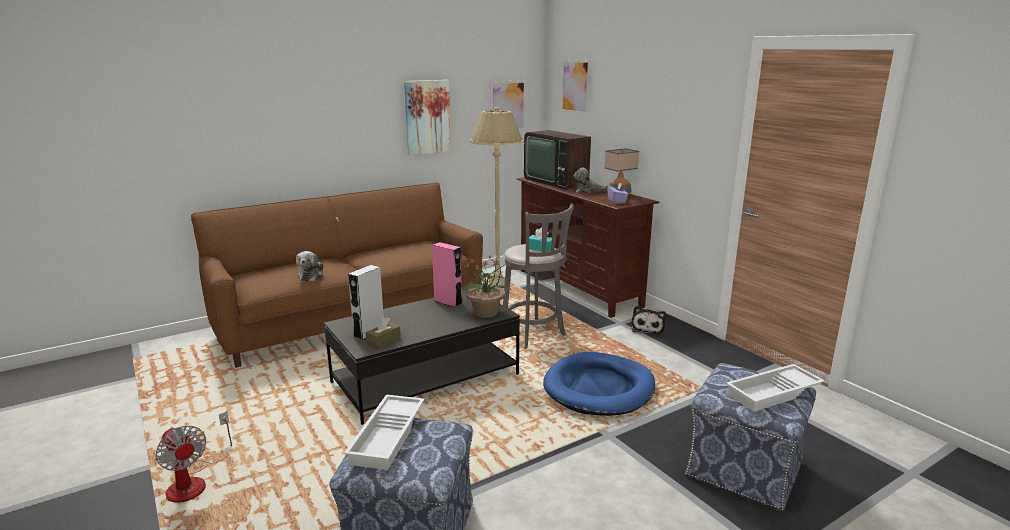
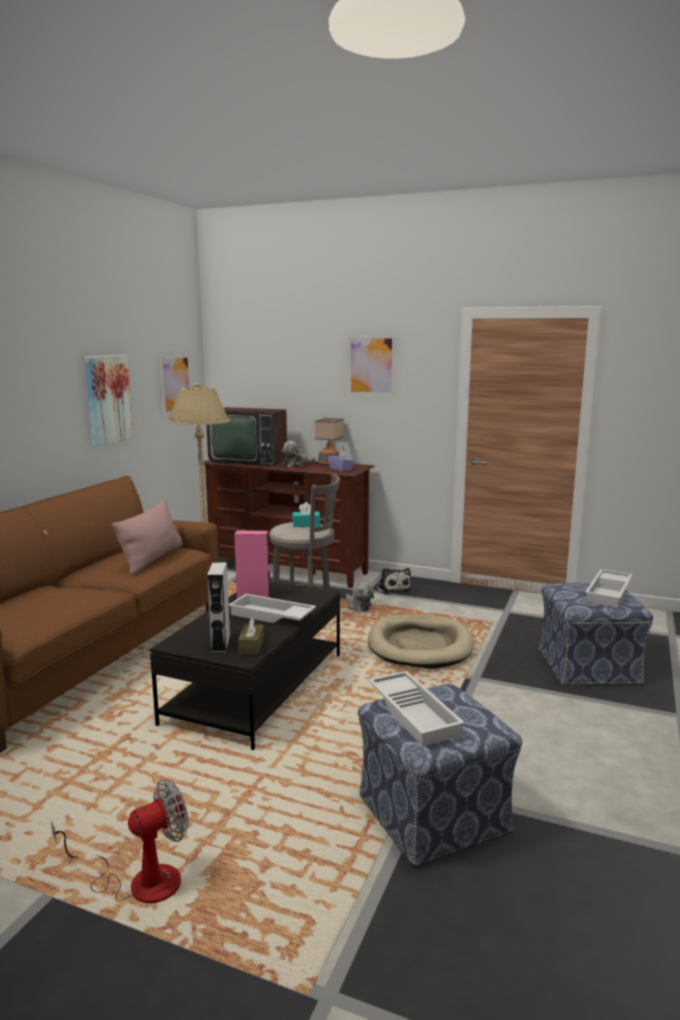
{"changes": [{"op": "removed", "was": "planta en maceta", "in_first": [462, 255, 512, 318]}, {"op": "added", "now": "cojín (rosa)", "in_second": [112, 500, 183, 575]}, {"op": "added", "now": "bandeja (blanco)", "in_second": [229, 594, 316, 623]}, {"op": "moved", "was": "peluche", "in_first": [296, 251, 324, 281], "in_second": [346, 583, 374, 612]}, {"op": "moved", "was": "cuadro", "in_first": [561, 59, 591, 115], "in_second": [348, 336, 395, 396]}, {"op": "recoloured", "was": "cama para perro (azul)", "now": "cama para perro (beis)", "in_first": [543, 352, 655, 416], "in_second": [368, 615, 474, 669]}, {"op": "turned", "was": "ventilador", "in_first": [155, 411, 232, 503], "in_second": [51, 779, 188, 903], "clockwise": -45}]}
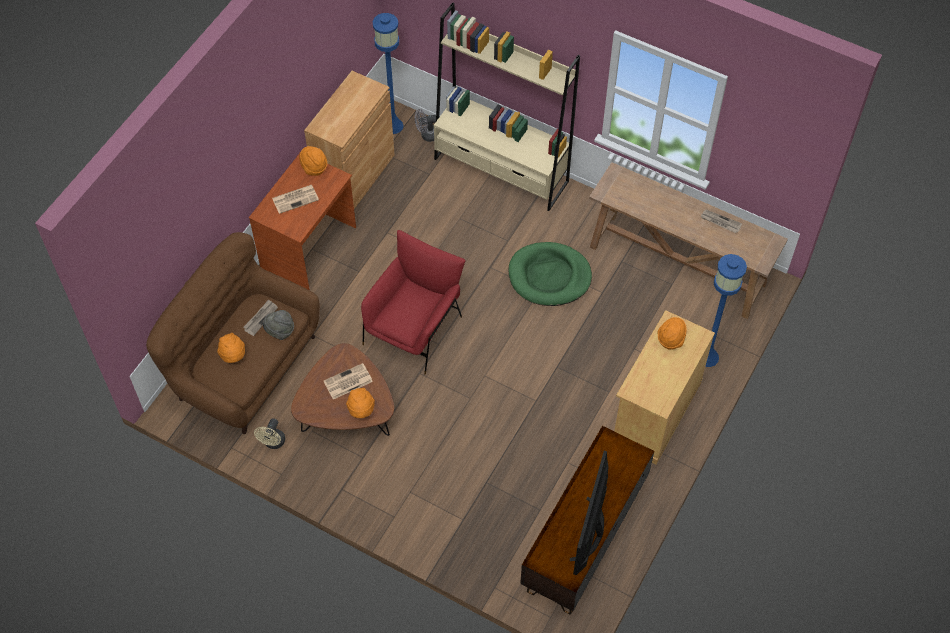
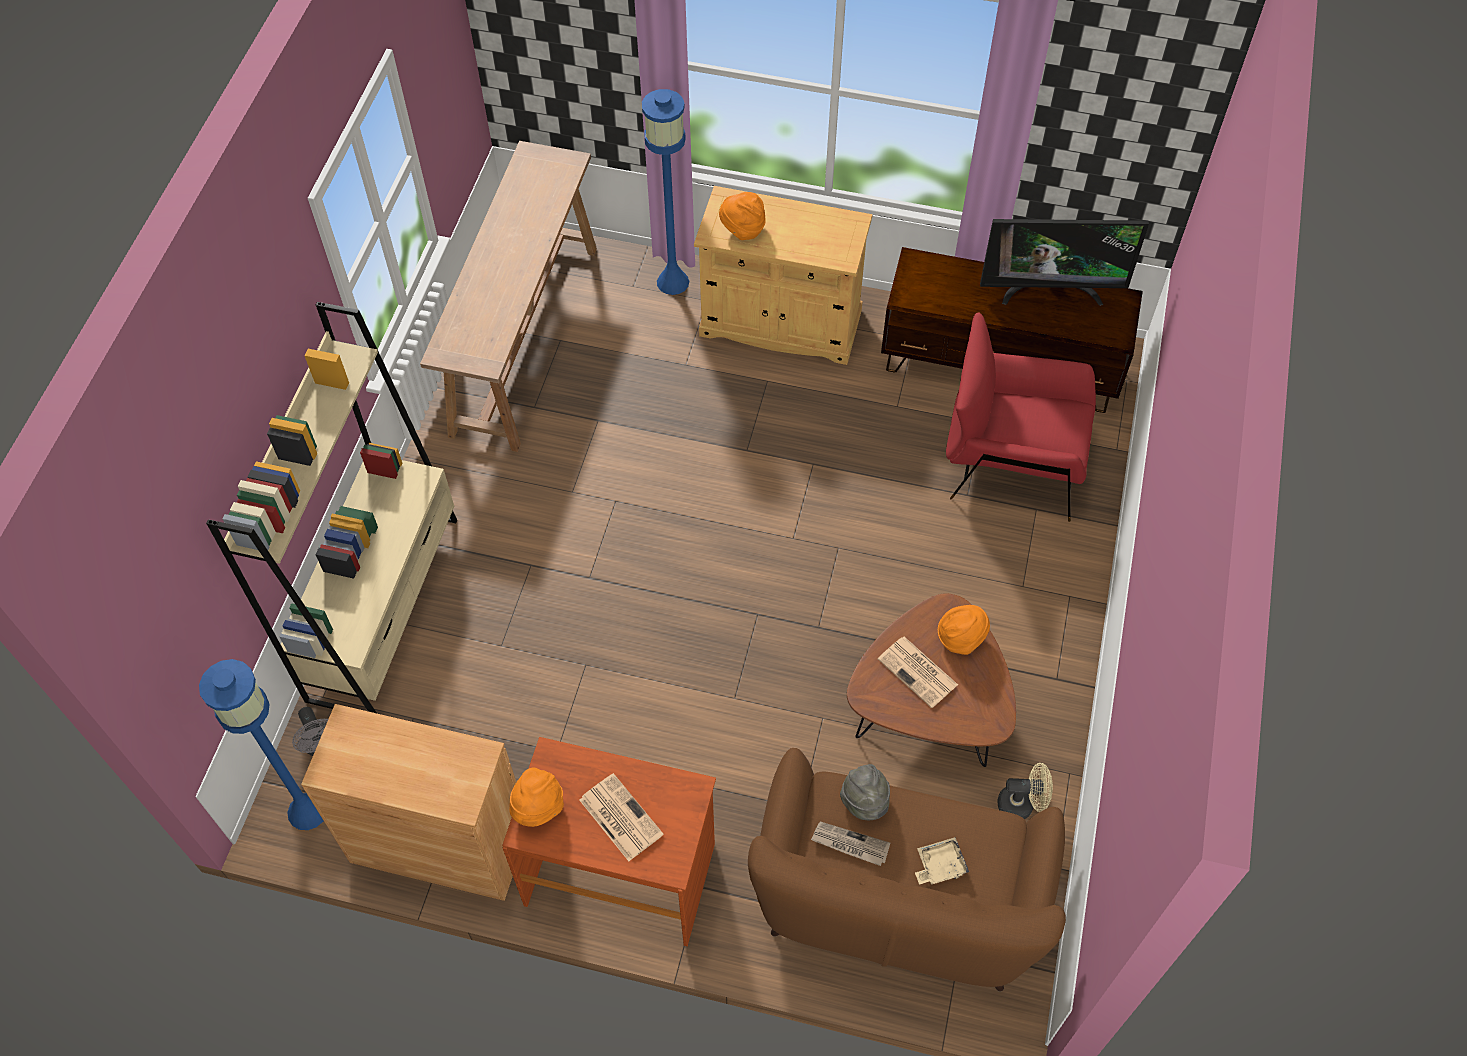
{"changes": [{"op": "removed", "was": "cama para perro (verde)", "in_first": [508, 242, 592, 306]}, {"op": "removed", "was": "periódico", "in_first": [700, 210, 742, 233]}, {"op": "moved", "was": "sillón (rojo)", "in_first": [361, 230, 465, 375], "in_second": [946, 312, 1096, 522]}, {"op": "replaced", "was": "sombrero (naranja)", "now": "bandeja (beis)", "in_first": [217, 333, 245, 363], "in_second": [915, 837, 969, 885]}]}
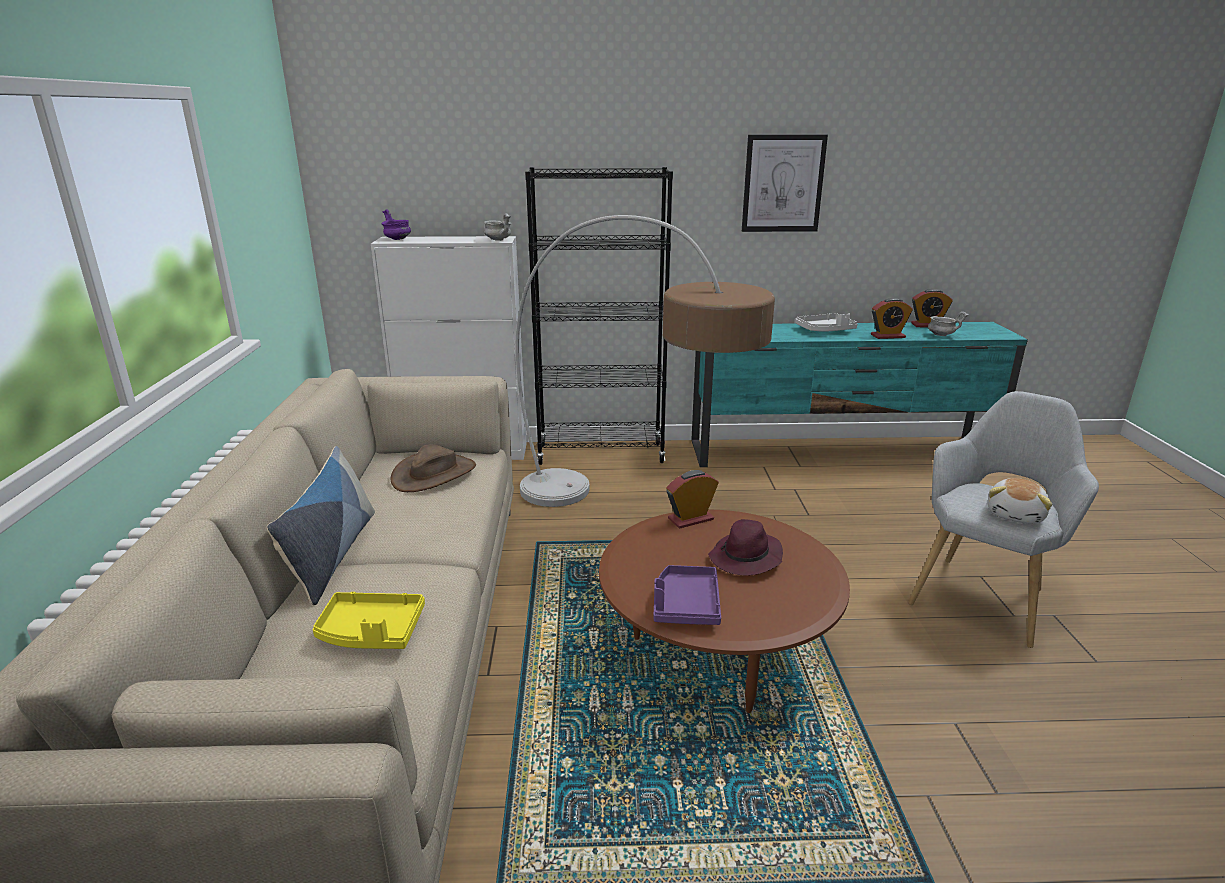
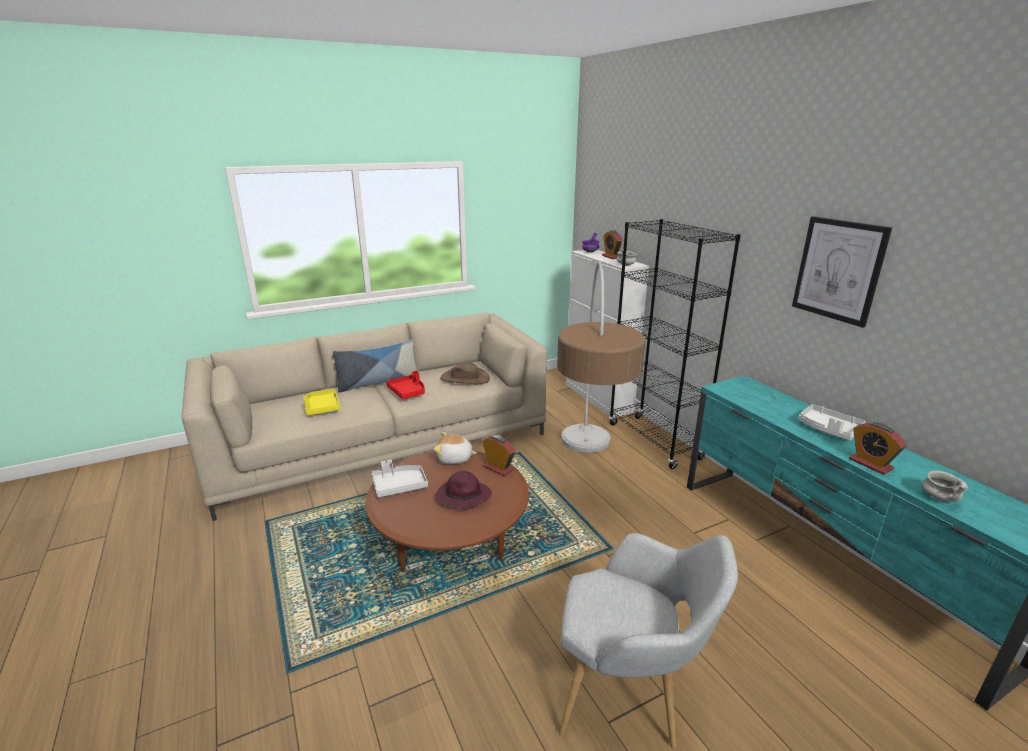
{"changes": [{"op": "added", "now": "bandeja (rojo)", "in_second": [386, 371, 425, 399]}, {"op": "moved", "was": "despertador", "in_first": [911, 289, 952, 327], "in_second": [602, 230, 623, 259]}, {"op": "moved", "was": "peluche", "in_first": [988, 478, 1052, 524], "in_second": [434, 432, 477, 464]}, {"op": "recoloured", "was": "bandeja (morado)", "now": "bandeja (gris)", "in_first": [654, 565, 721, 625], "in_second": [372, 460, 428, 497]}]}
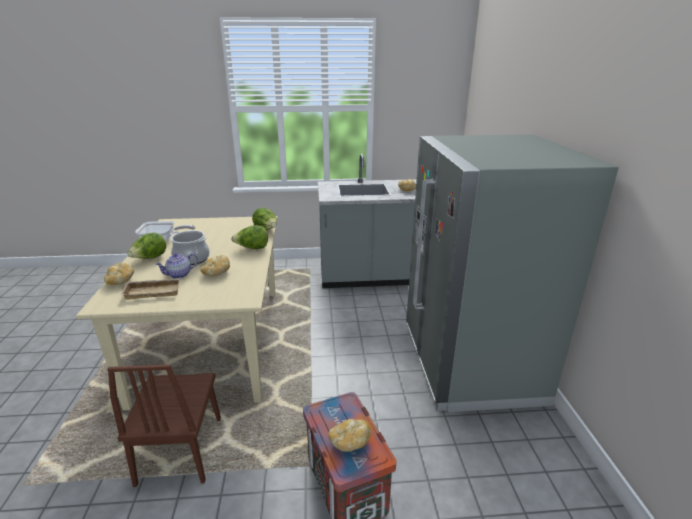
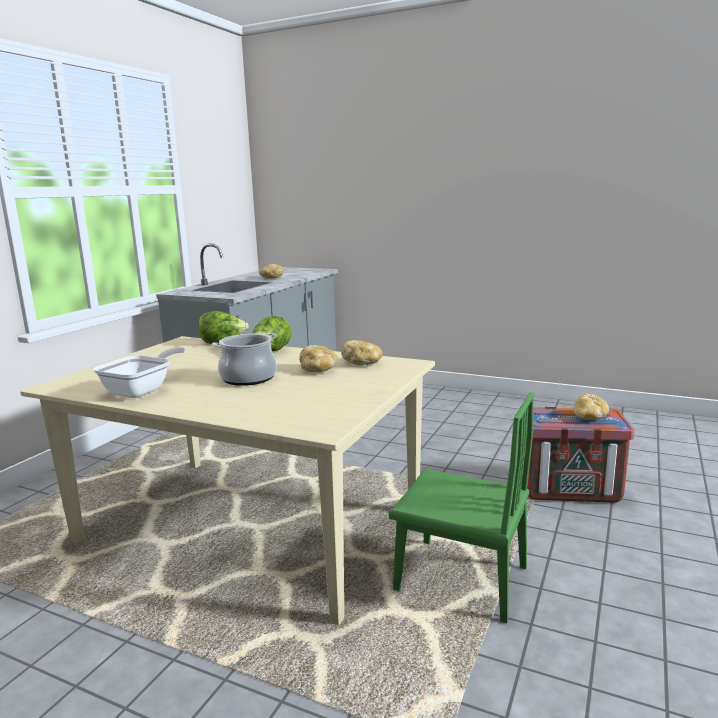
{"changes": [{"op": "removed", "was": "bandeja (beis)", "in_first": [121, 278, 181, 300]}, {"op": "removed", "was": "lechuga", "in_first": [127, 233, 166, 259]}, {"op": "removed", "was": "tetera", "in_first": [155, 253, 198, 279]}, {"op": "removed", "was": "nevera (gris)", "in_first": [406, 134, 619, 412]}, {"op": "moved", "was": "pan", "in_first": [104, 262, 134, 285], "in_second": [341, 340, 382, 365]}, {"op": "recoloured", "was": "silla (marrón)", "now": "silla (verde)", "in_first": [107, 364, 221, 487], "in_second": [389, 392, 534, 623]}]}
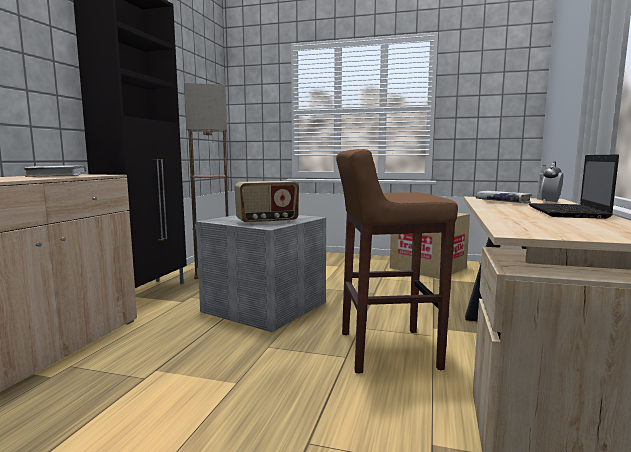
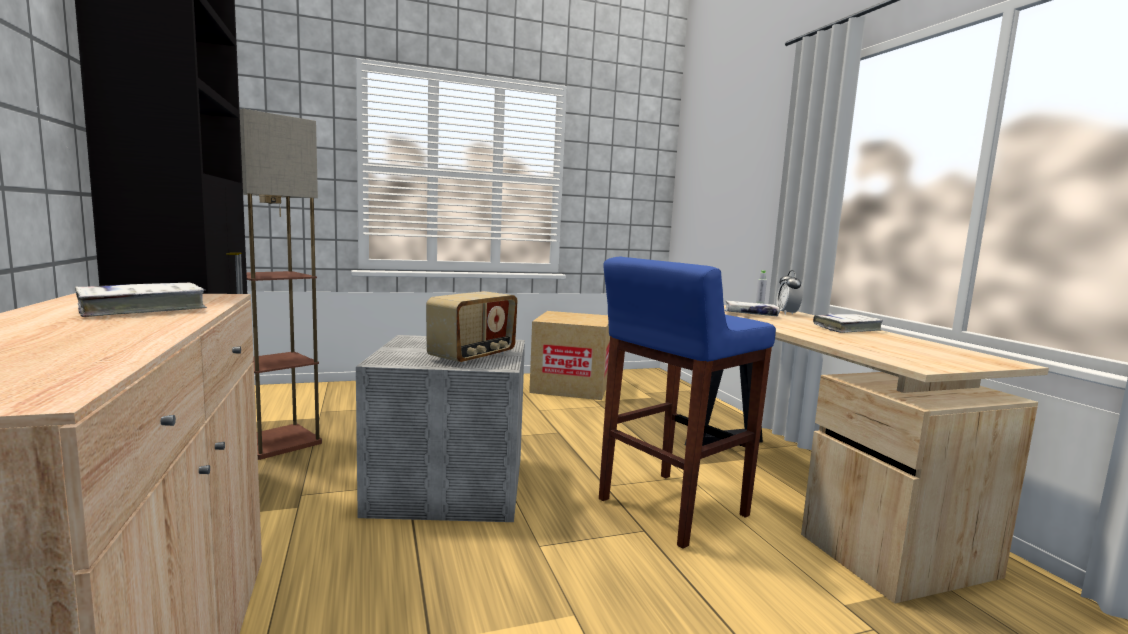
{"changes": [{"op": "replaced", "was": "portátil", "now": "libro (blanco)", "in_first": [529, 154, 619, 219], "in_second": [813, 314, 884, 333]}, {"op": "recoloured", "was": "taburete (marrón)", "now": "taburete (azul)", "in_first": [336, 149, 458, 374], "in_second": [599, 257, 776, 549]}]}
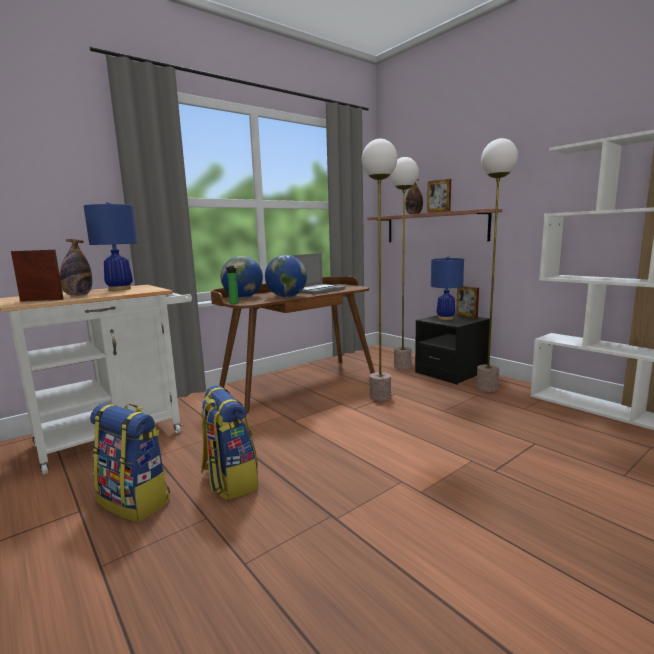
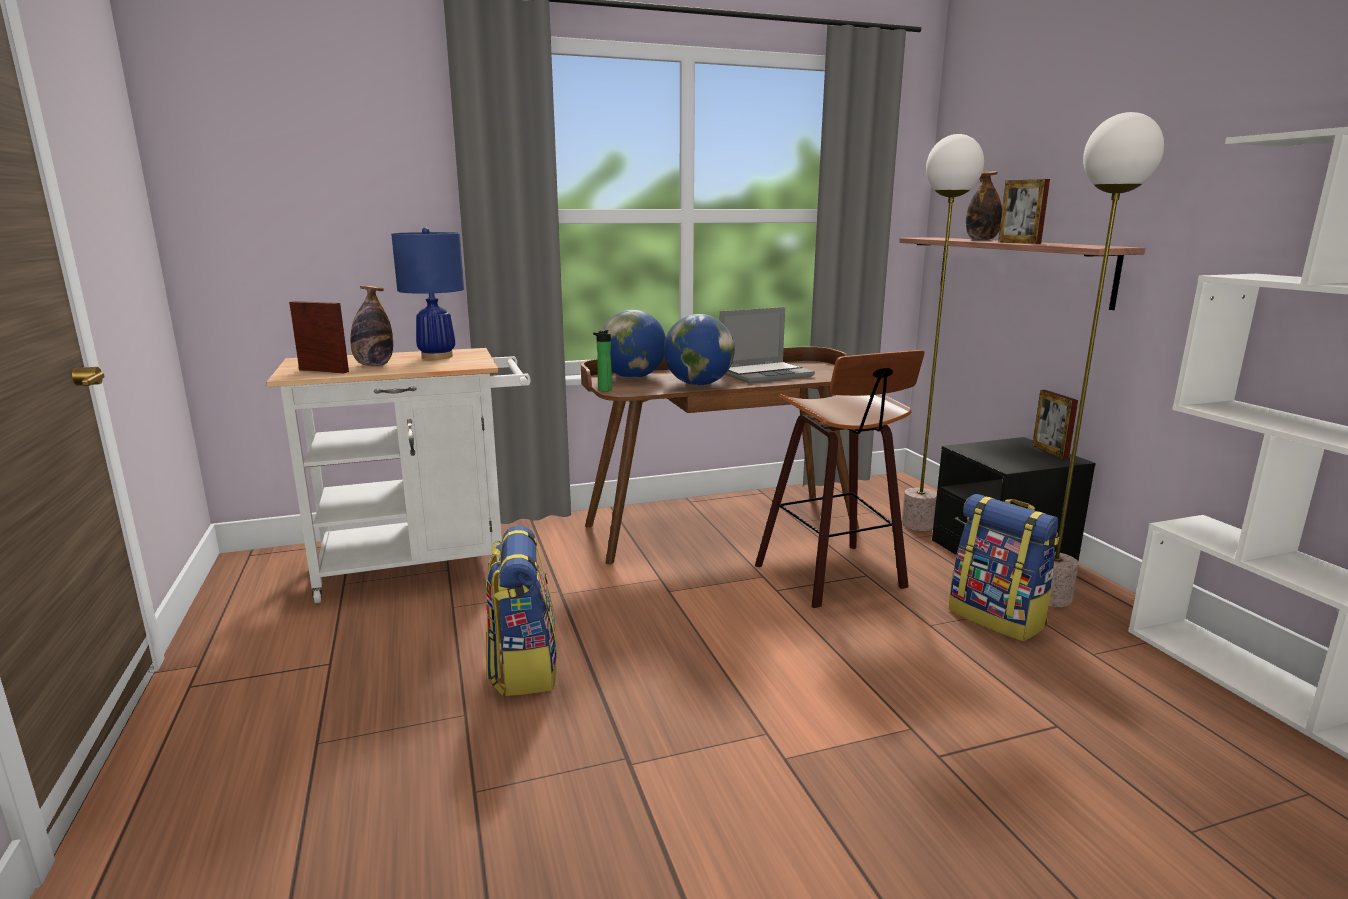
{"changes": [{"op": "removed", "was": "lámpara de mesa (azul)", "in_first": [431, 256, 464, 320]}, {"op": "moved", "was": "mochila", "in_first": [90, 403, 170, 522], "in_second": [949, 494, 1059, 641]}, {"op": "replaced", "was": "lámpara de pie", "now": "taburete", "in_first": [362, 139, 397, 401], "in_second": [755, 350, 925, 608]}]}
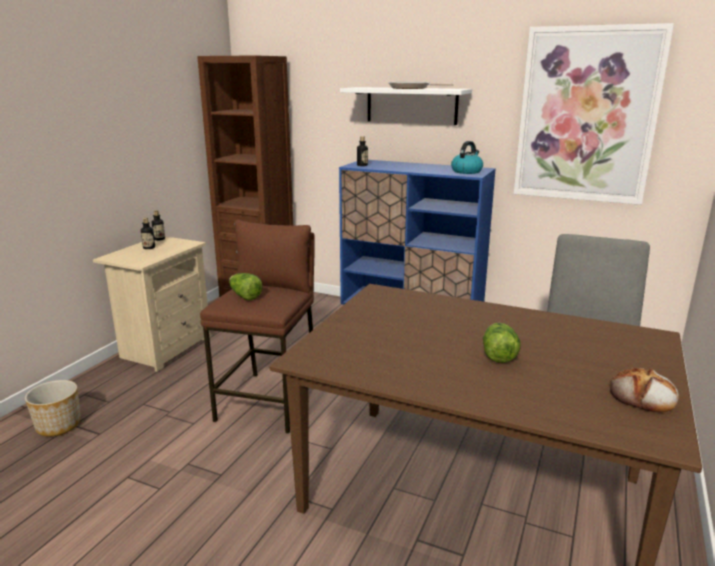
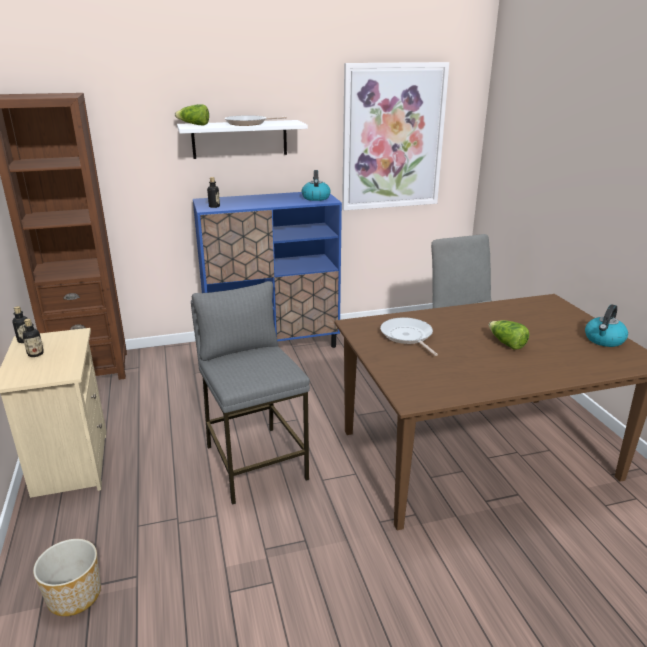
{"changes": [{"op": "added", "now": "sartén", "in_second": [380, 317, 438, 356]}, {"op": "moved", "was": "lechuga", "in_first": [229, 273, 262, 300], "in_second": [175, 104, 209, 125]}, {"op": "replaced", "was": "pan", "now": "hervidor", "in_first": [610, 368, 679, 412], "in_second": [585, 304, 628, 347]}, {"op": "recoloured", "was": "taburete (marrón)", "now": "taburete (gris)", "in_first": [200, 220, 315, 434], "in_second": [191, 281, 310, 505]}]}
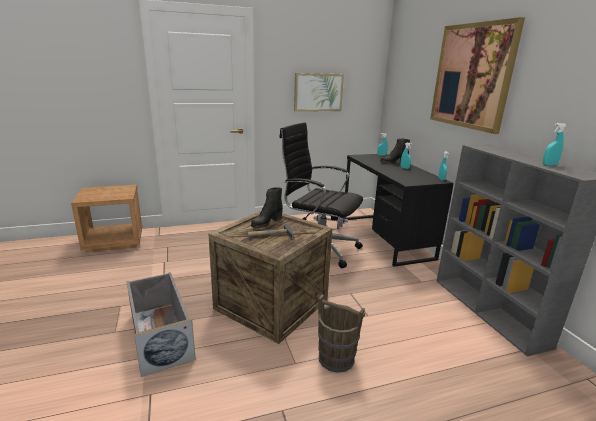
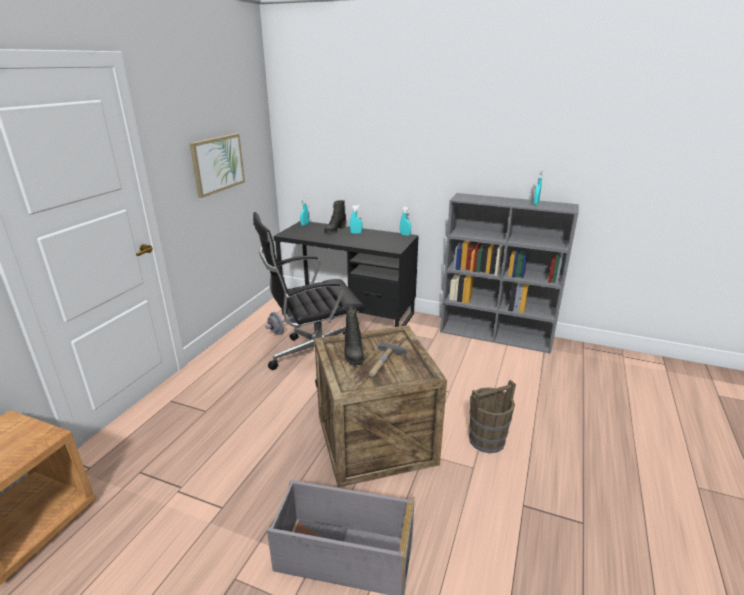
{"changes": [{"op": "removed", "was": "cuadro", "in_first": [430, 17, 525, 134]}]}
